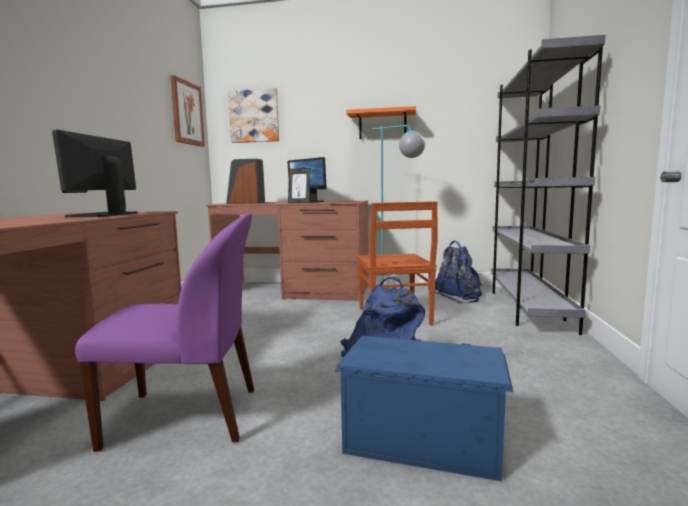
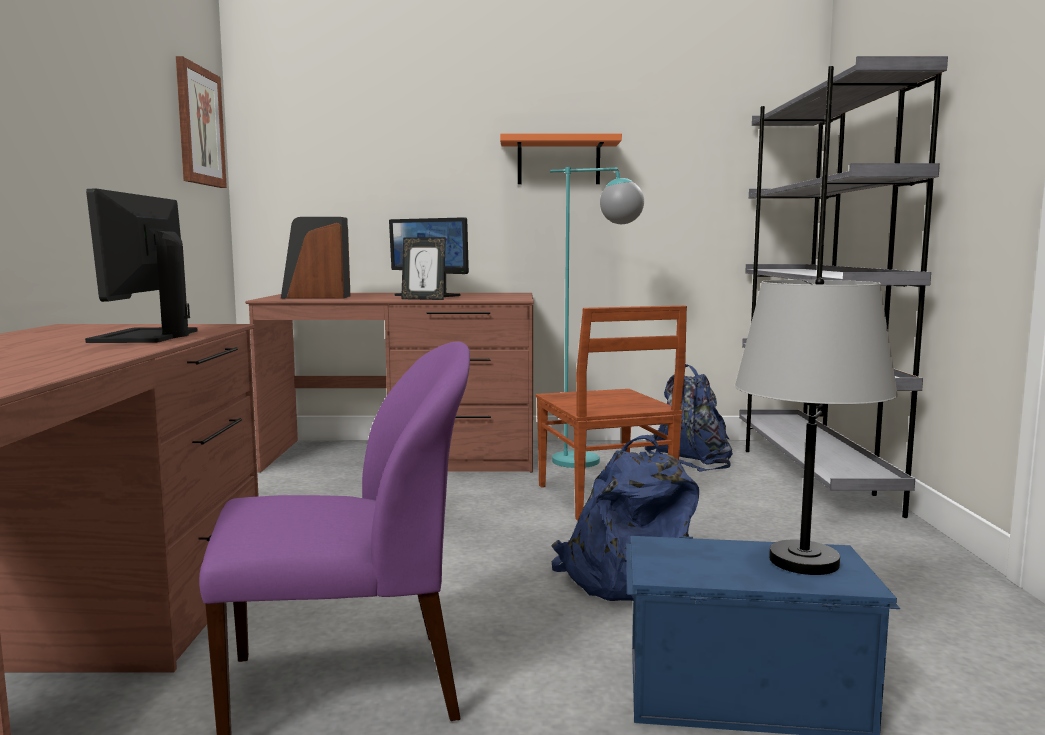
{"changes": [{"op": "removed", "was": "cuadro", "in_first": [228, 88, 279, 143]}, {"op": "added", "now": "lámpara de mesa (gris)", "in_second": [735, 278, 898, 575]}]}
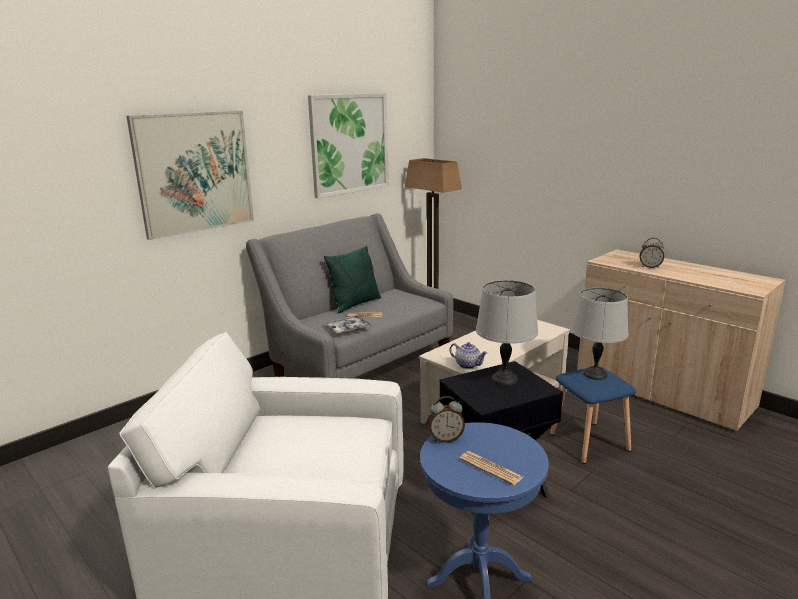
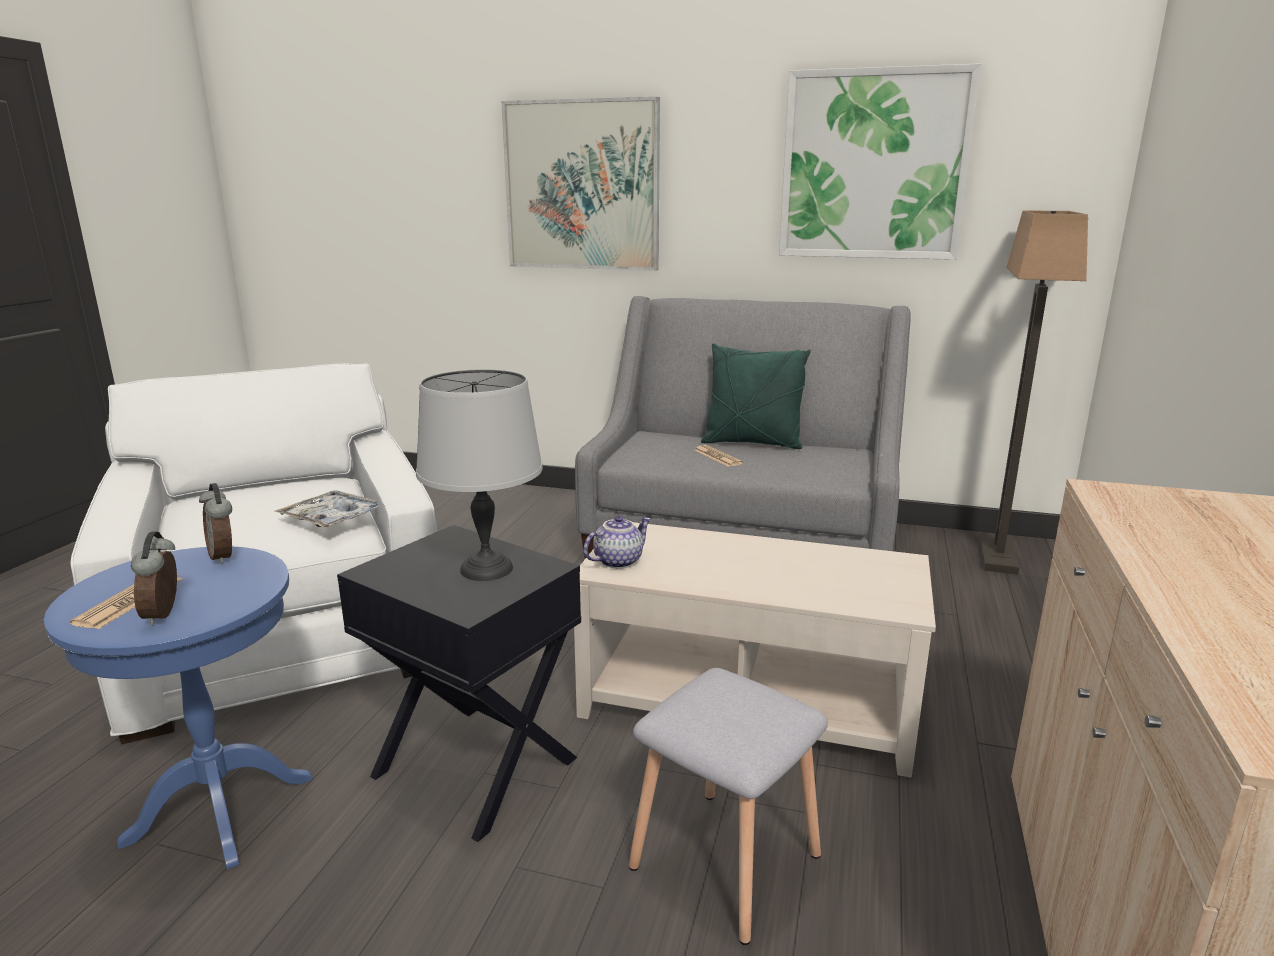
{"changes": [{"op": "removed", "was": "lámpara de mesa (gris)", "in_first": [572, 288, 628, 380]}, {"op": "moved", "was": "bandeja", "in_first": [325, 315, 372, 334], "in_second": [274, 491, 379, 529]}, {"op": "moved", "was": "despertador", "in_first": [639, 238, 664, 268], "in_second": [131, 532, 177, 626]}, {"op": "recoloured", "was": "taburete (azul)", "now": "taburete (gris)", "in_first": [550, 367, 636, 464], "in_second": [629, 668, 828, 945]}, {"op": "turned", "was": "tetera", "in_first": [449, 342, 488, 369], "in_second": [584, 516, 651, 568], "clockwise": -135}]}
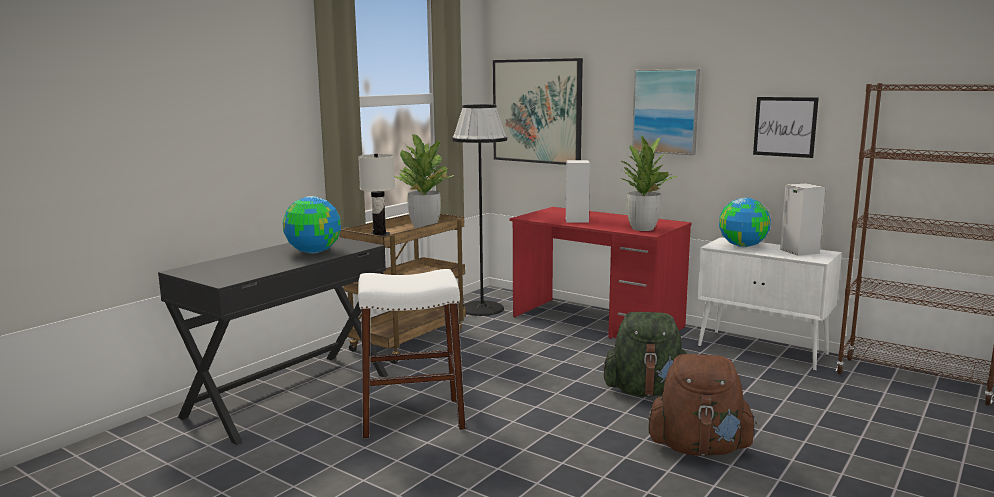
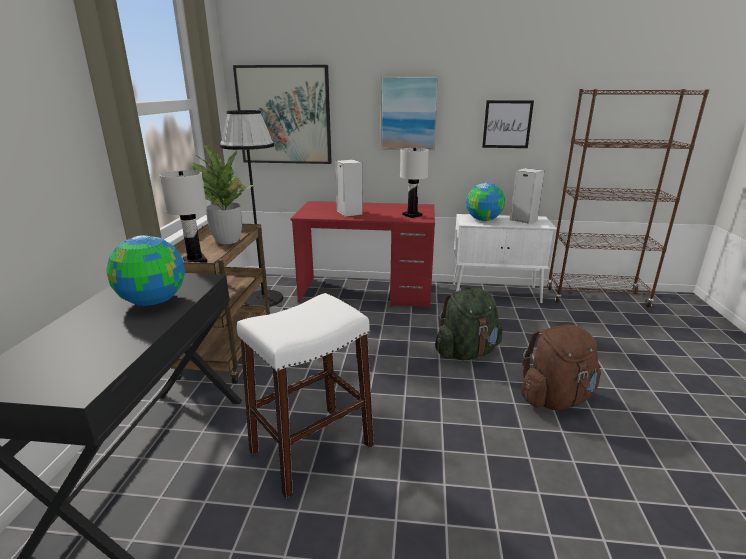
{"changes": [{"op": "replaced", "was": "planta en maceta", "now": "lámpara de mesa (blanco)", "in_first": [620, 135, 677, 231], "in_second": [400, 148, 429, 218]}]}
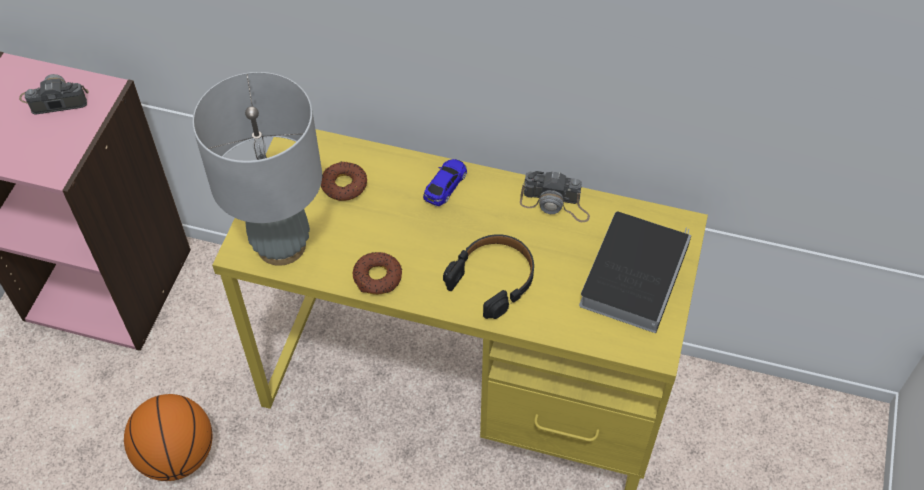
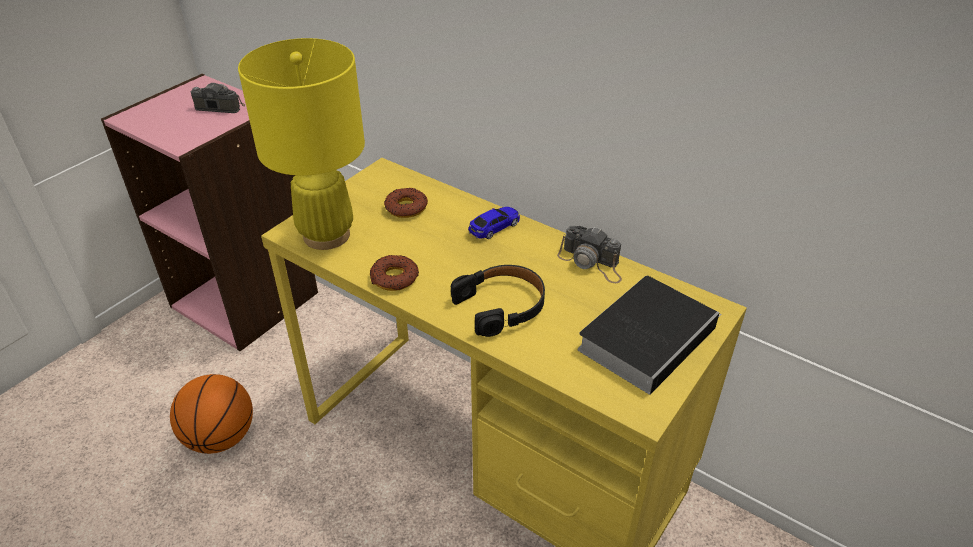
{"changes": [{"op": "recoloured", "was": "lámpara de mesa (gris)", "now": "lámpara de mesa (amarillo)", "in_first": [192, 72, 322, 266], "in_second": [238, 38, 365, 250]}]}
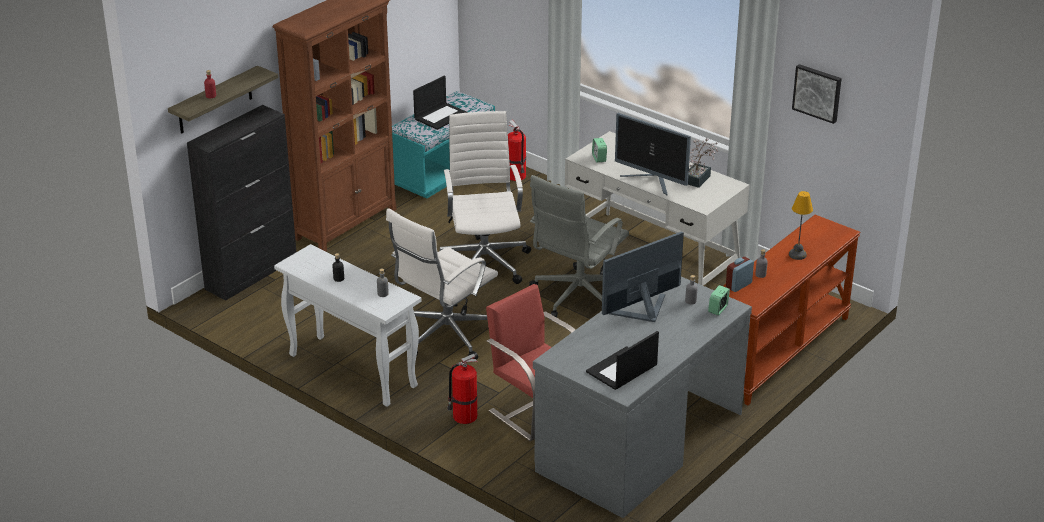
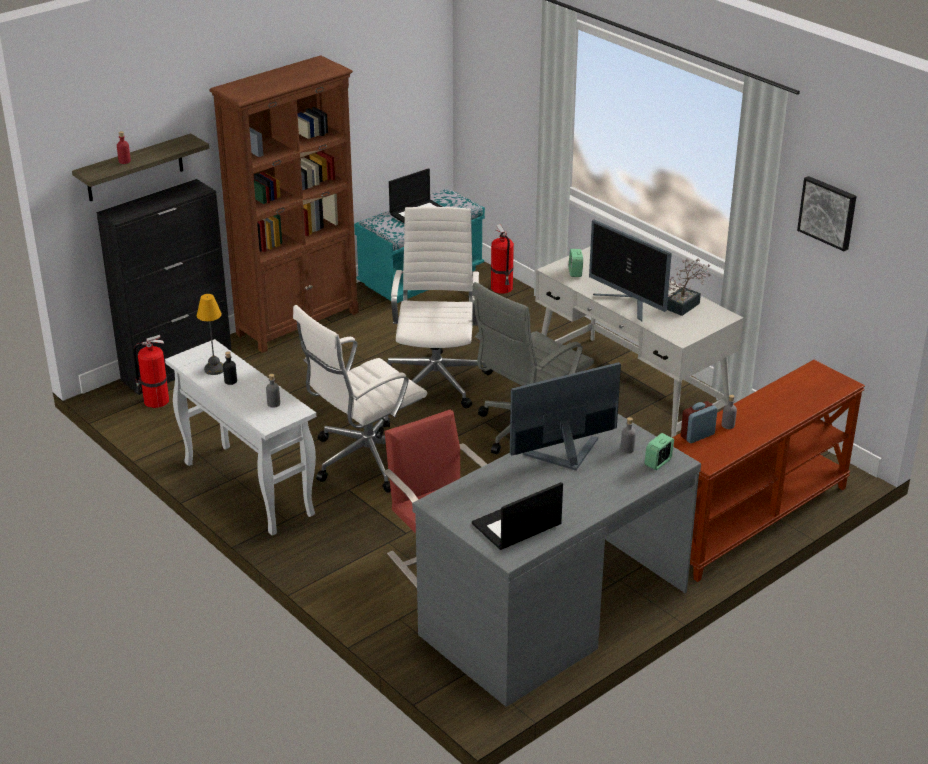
{"changes": [{"op": "moved", "was": "extintor", "in_first": [447, 354, 478, 424], "in_second": [133, 335, 169, 408]}, {"op": "moved", "was": "lámpara de mesa", "in_first": [789, 191, 813, 260], "in_second": [197, 294, 223, 375]}]}
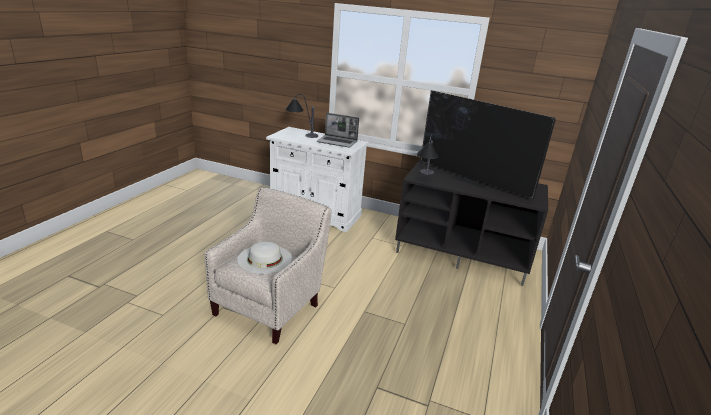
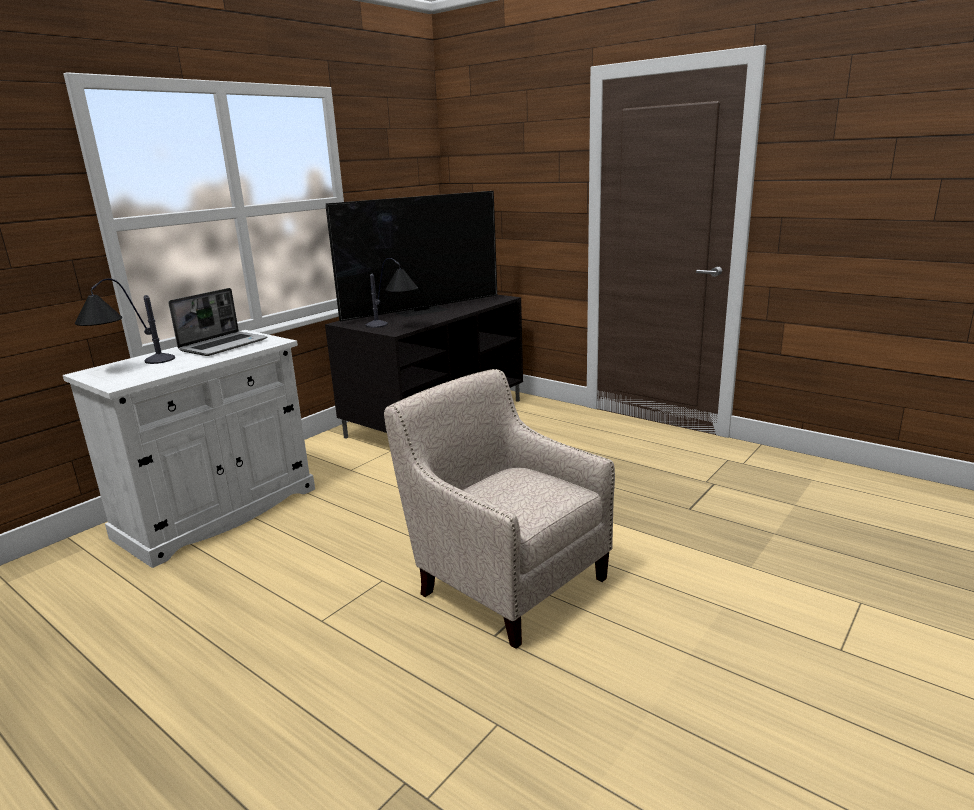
{"changes": [{"op": "removed", "was": "sombrero (blanco)", "in_first": [237, 241, 292, 274]}]}
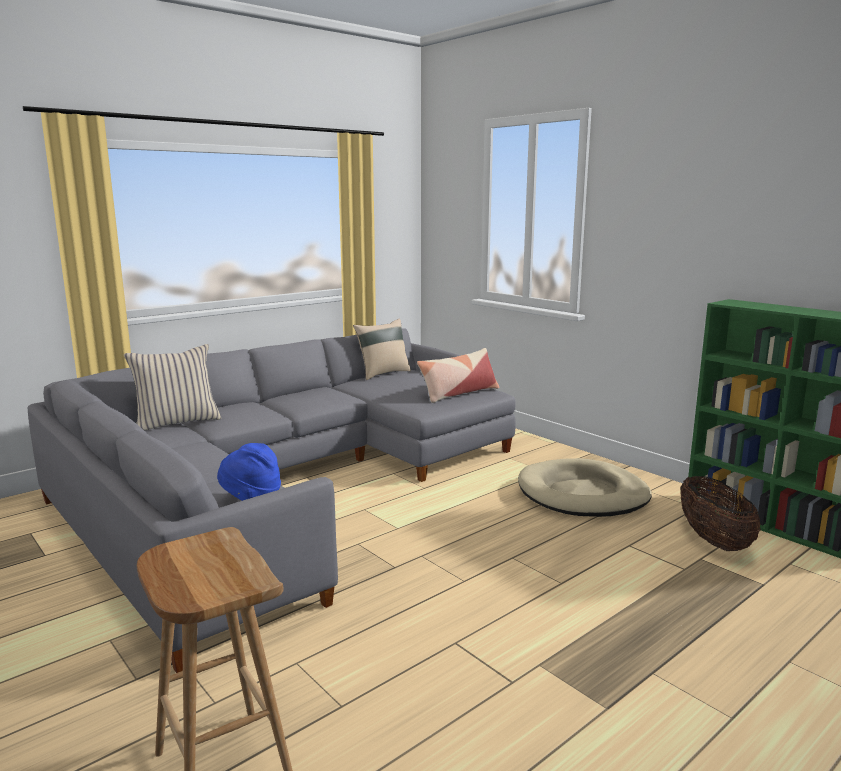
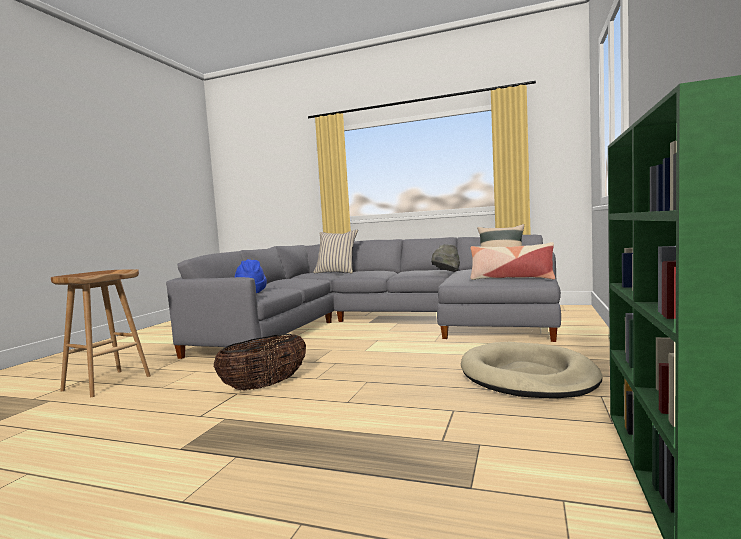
{"changes": [{"op": "added", "now": "sombrero (gris)", "in_second": [431, 244, 460, 271]}, {"op": "moved", "was": "cesta", "in_first": [680, 476, 761, 551], "in_second": [213, 334, 306, 391]}]}
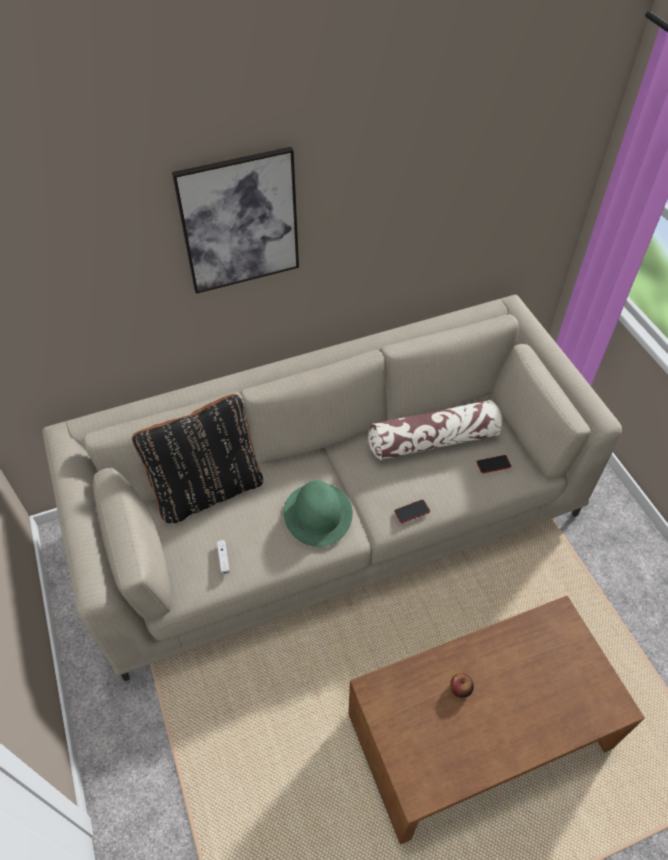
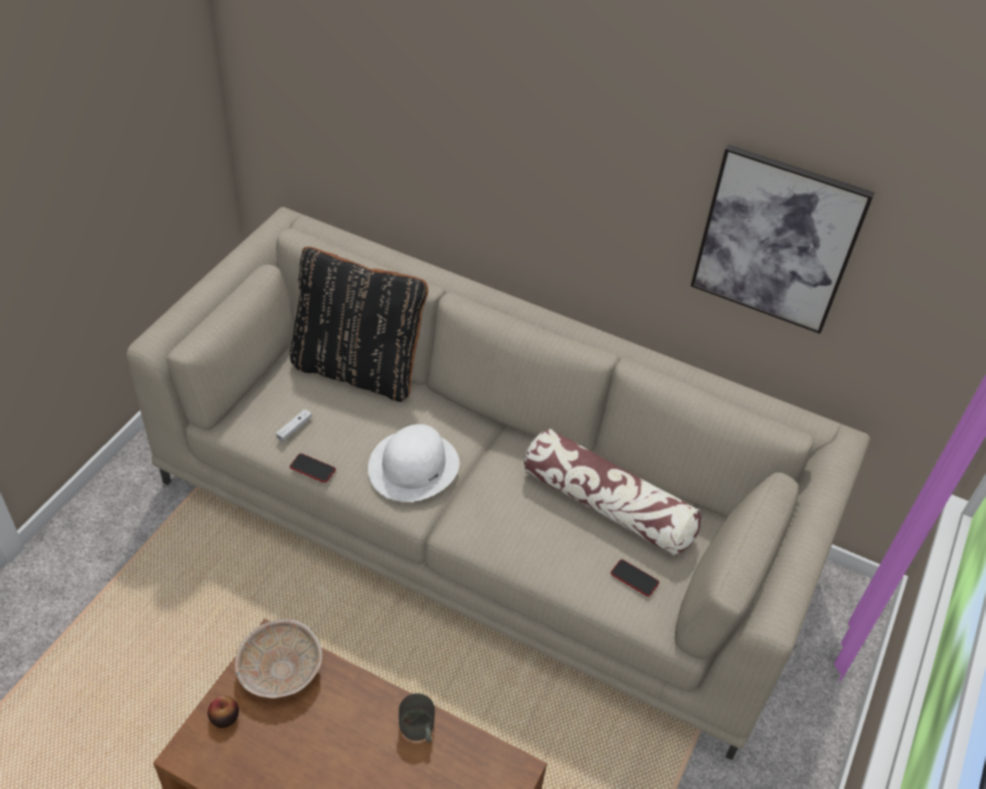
{"changes": [{"op": "added", "now": "cuenco (beis)", "in_second": [235, 619, 322, 698]}, {"op": "added", "now": "taza grande (gris)", "in_second": [399, 693, 435, 742]}, {"op": "moved", "was": "cuadro", "in_first": [172, 147, 299, 294], "in_second": [691, 144, 875, 334]}, {"op": "moved", "was": "móvil", "in_first": [394, 500, 430, 523], "in_second": [290, 453, 336, 483]}, {"op": "moved", "was": "manzana", "in_first": [450, 673, 474, 698], "in_second": [208, 696, 239, 728]}, {"op": "recoloured", "was": "sombrero (verde)", "now": "sombrero (blanco)", "in_first": [283, 481, 353, 547], "in_second": [368, 424, 459, 502]}]}
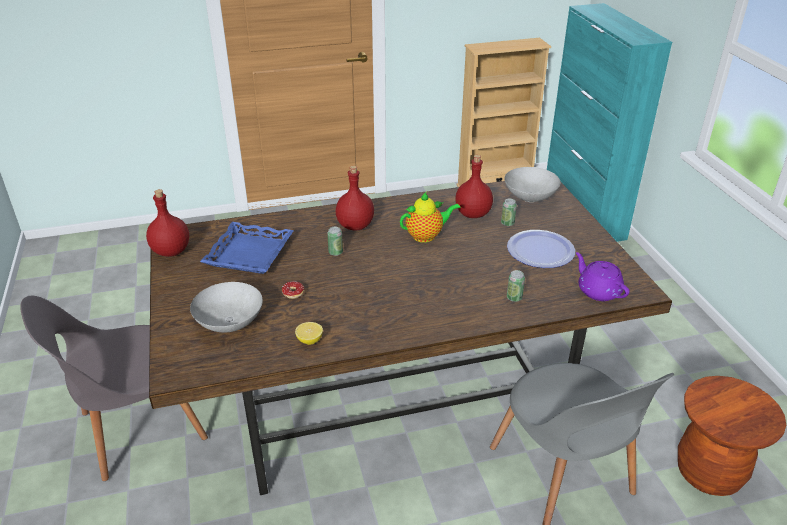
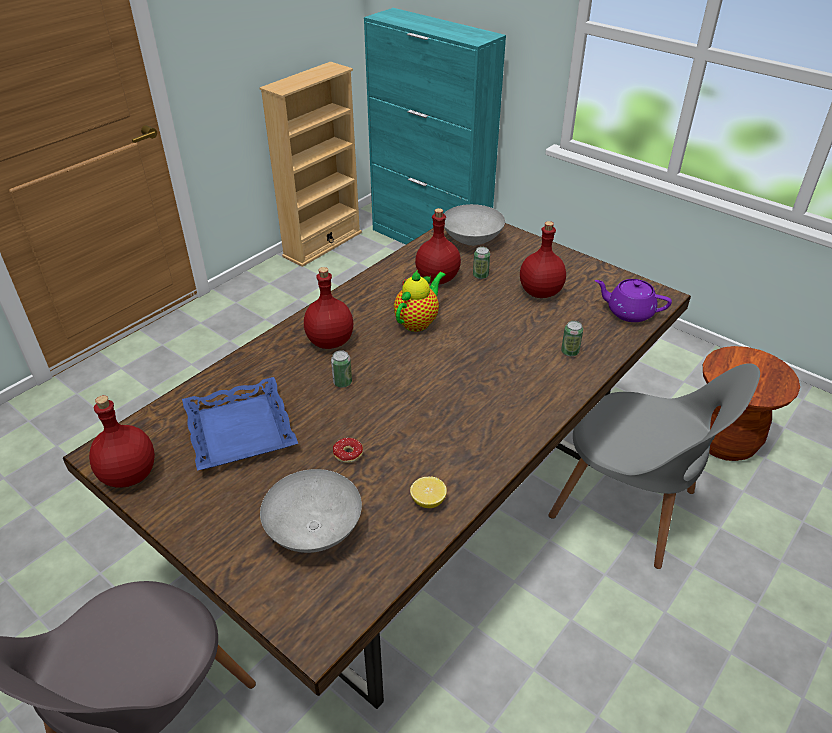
{"changes": [{"op": "replaced", "was": "plato", "now": "botella (rojo)", "in_first": [507, 230, 575, 268], "in_second": [520, 221, 566, 298]}]}
